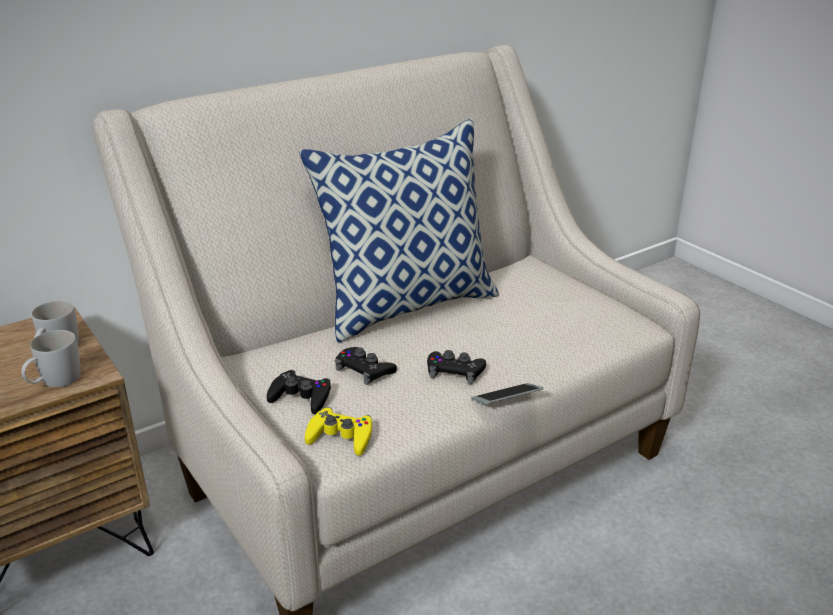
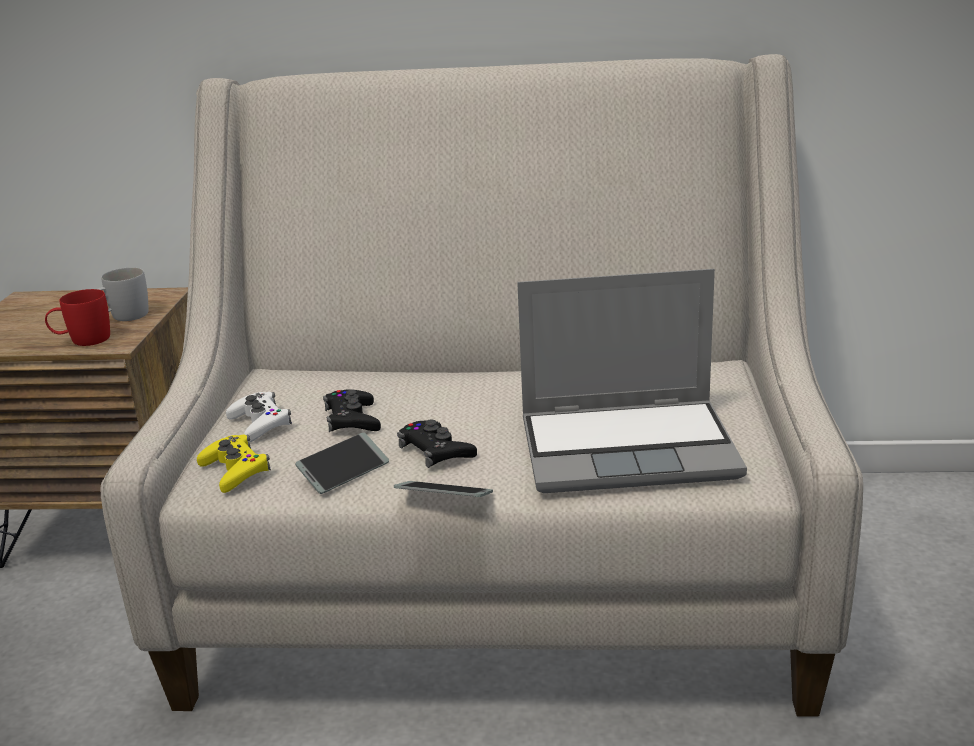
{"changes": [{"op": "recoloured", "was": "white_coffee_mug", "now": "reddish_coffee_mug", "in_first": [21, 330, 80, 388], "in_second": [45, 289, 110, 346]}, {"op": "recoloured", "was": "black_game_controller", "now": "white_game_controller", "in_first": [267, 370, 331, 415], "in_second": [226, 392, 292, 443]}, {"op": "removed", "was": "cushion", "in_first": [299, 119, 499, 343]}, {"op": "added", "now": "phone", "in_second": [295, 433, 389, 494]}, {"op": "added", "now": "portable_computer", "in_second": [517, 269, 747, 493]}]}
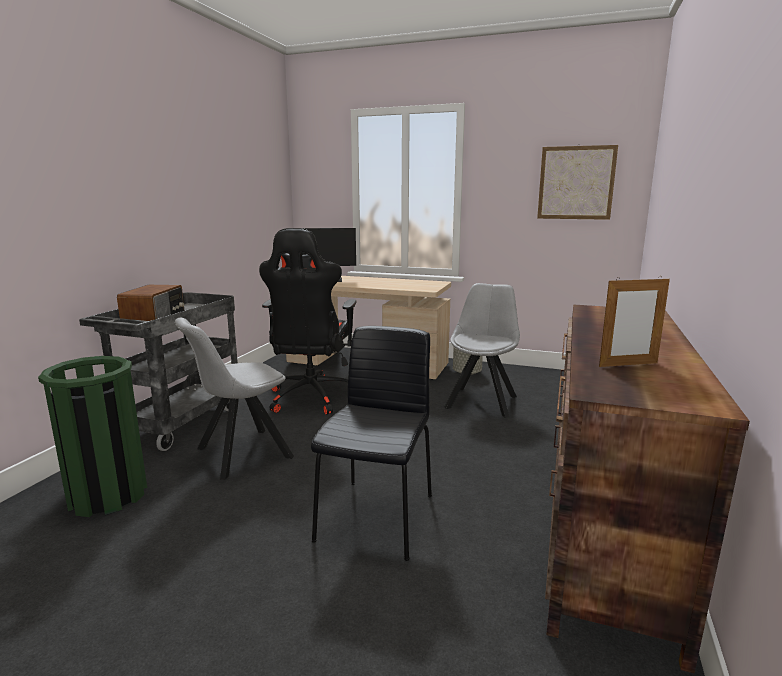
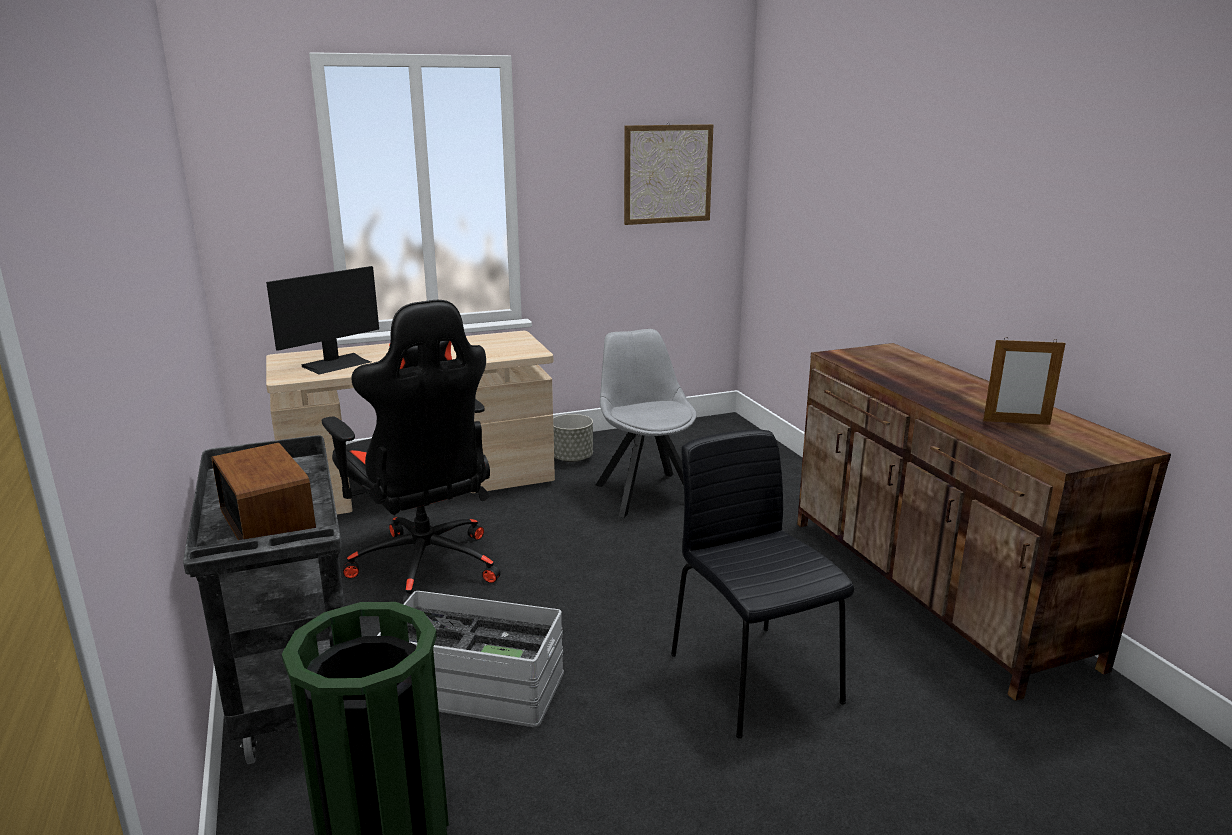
{"changes": [{"op": "replaced", "was": "gray_chair", "now": "gray_storage_container", "in_first": [175, 318, 294, 480], "in_second": [377, 591, 564, 727]}, {"op": "turned", "was": "photo_frame", "in_first": [599, 276, 670, 367], "in_second": [983, 337, 1066, 425], "clockwise": 60}]}
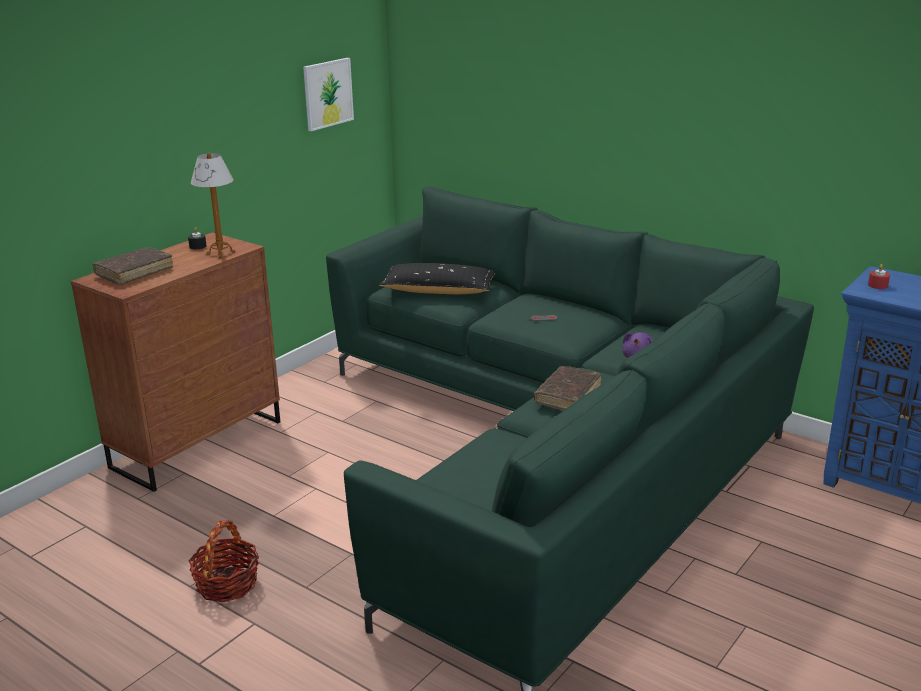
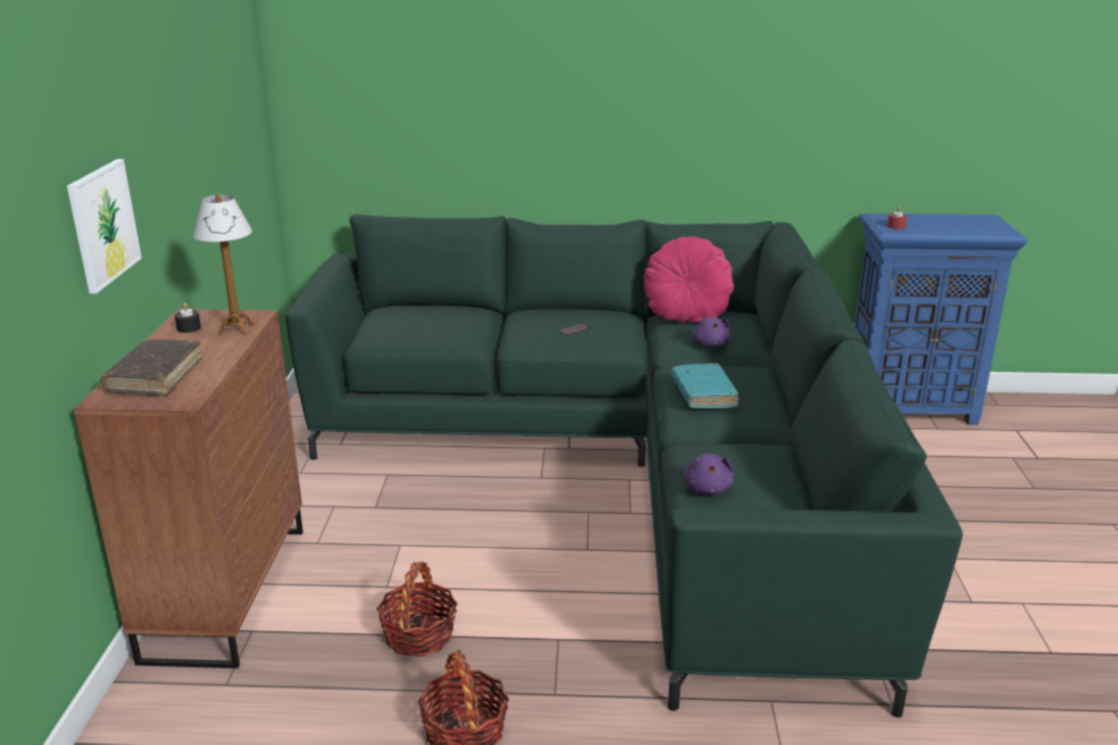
{"changes": [{"op": "moved", "was": "wall_art", "in_first": [303, 58, 354, 131], "in_second": [67, 159, 142, 294]}, {"op": "removed", "was": "black_cushion", "in_first": [379, 263, 496, 294]}, {"op": "recoloured", "was": "brown_book", "now": "blue-green_book", "in_first": [534, 366, 602, 411], "in_second": [671, 363, 739, 408]}, {"op": "added", "now": "storage_basket", "in_second": [377, 562, 458, 657]}, {"op": "added", "now": "pink-coloured_cushion", "in_second": [644, 236, 734, 323]}, {"op": "added", "now": "purplish_soft_toy", "in_second": [683, 453, 734, 495]}]}
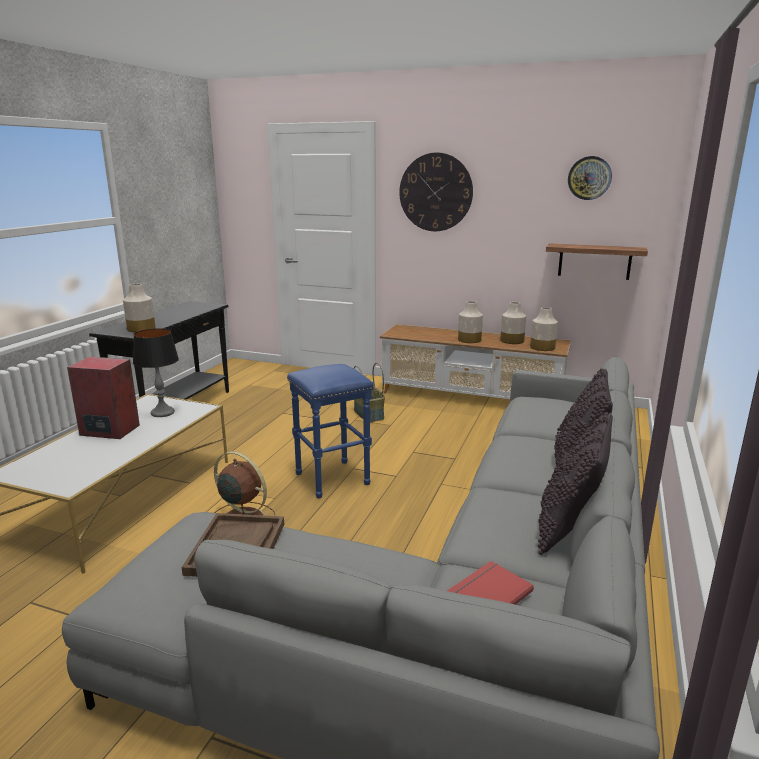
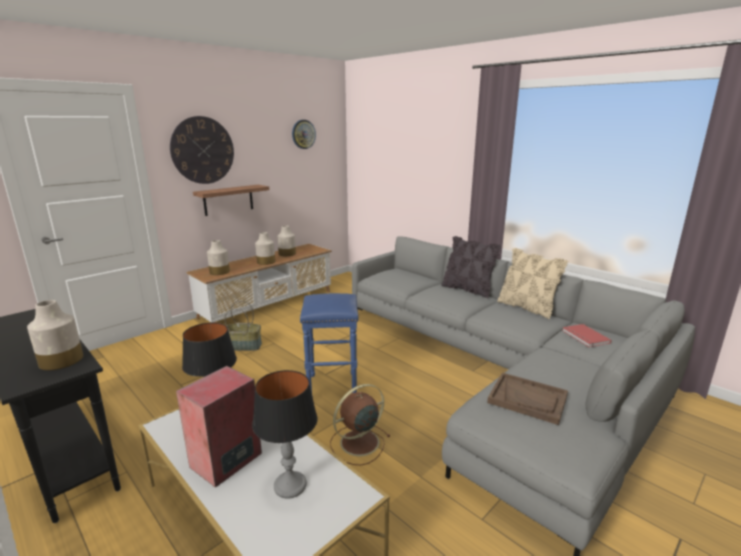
{"changes": [{"op": "moved", "was": "beige-coloured_decorative_vase", "in_first": [530, 307, 558, 351], "in_second": [207, 240, 230, 275]}, {"op": "recoloured", "was": "black_cushion", "now": "beige-coloured_cushion", "in_first": [537, 412, 613, 555], "in_second": [497, 248, 568, 319]}, {"op": "moved", "was": "shelf", "in_first": [546, 243, 648, 280], "in_second": [193, 185, 269, 216]}, {"op": "added", "now": "tabletop_lamp", "in_second": [252, 370, 318, 499]}]}
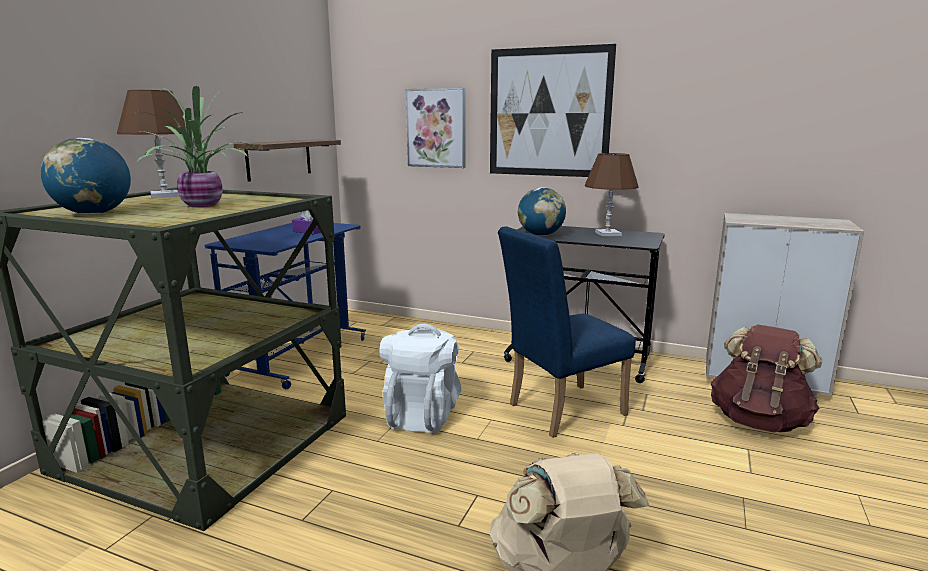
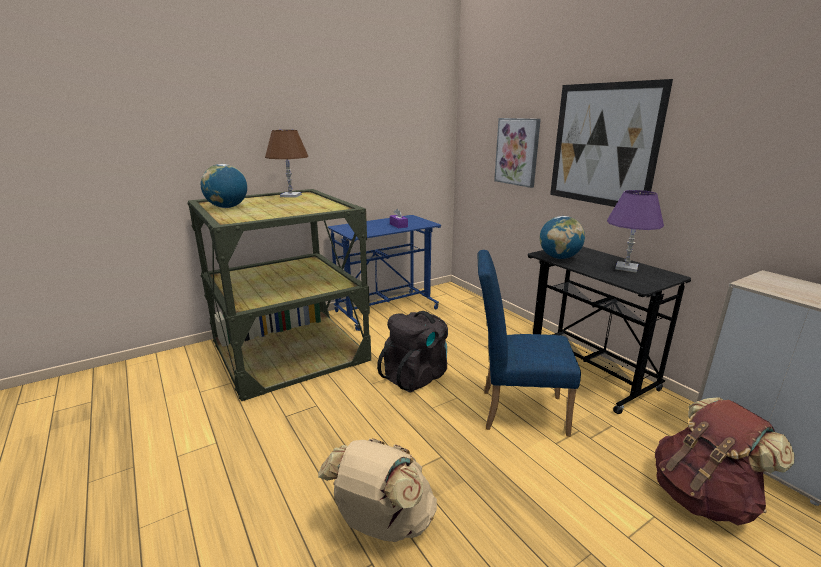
{"changes": [{"op": "removed", "was": "houseplant", "in_first": [137, 86, 255, 207]}, {"op": "removed", "was": "shelf", "in_first": [234, 139, 341, 182]}, {"op": "recoloured", "was": "white_knapsack", "now": "black_knapsack", "in_first": [380, 324, 461, 433], "in_second": [377, 311, 448, 393]}, {"op": "recoloured", "was": "brown_tabletop_lamp", "now": "purplish_tabletop_lamp", "in_first": [585, 153, 639, 236], "in_second": [607, 190, 664, 273]}]}
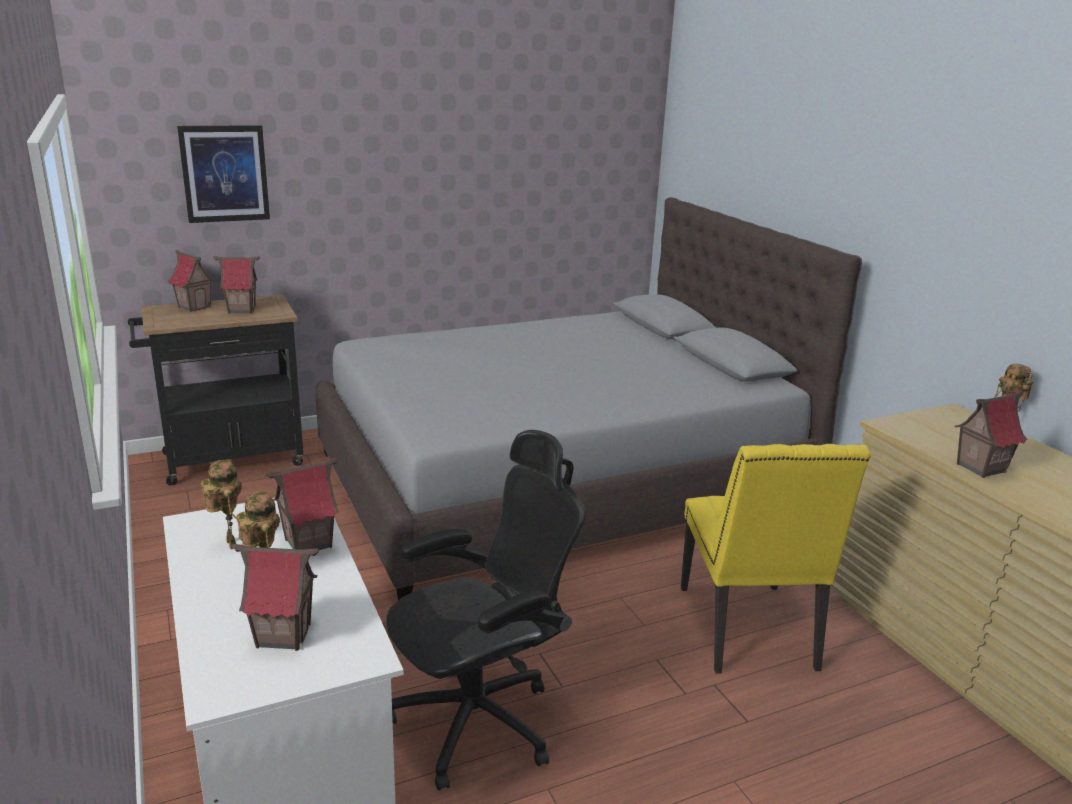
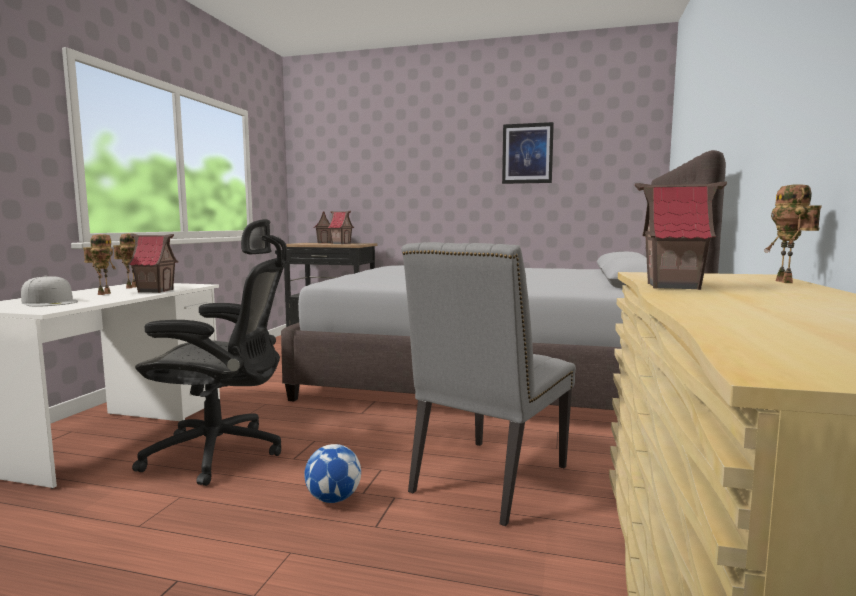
{"changes": [{"op": "moved", "was": "wall_art", "in_first": [177, 125, 270, 223], "in_second": [502, 122, 554, 184]}, {"op": "replaced", "was": "miniature_house", "now": "white_baseball_cap", "in_first": [232, 544, 319, 651], "in_second": [21, 276, 78, 307]}, {"op": "recoloured", "was": "yellow-coloured_chair", "now": "gray_chair", "in_first": [681, 444, 871, 674], "in_second": [401, 242, 576, 526]}, {"op": "added", "now": "football_ball", "in_second": [304, 444, 361, 503]}]}
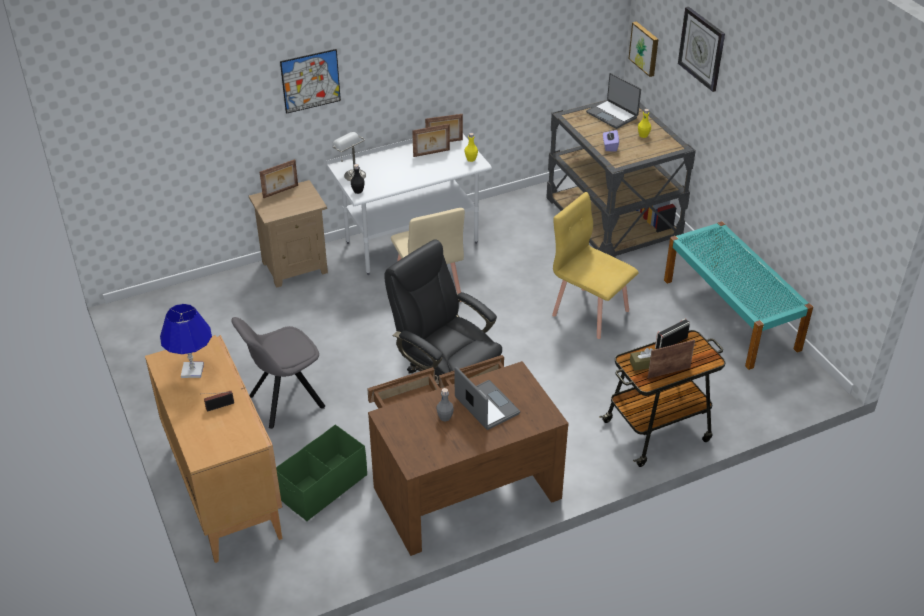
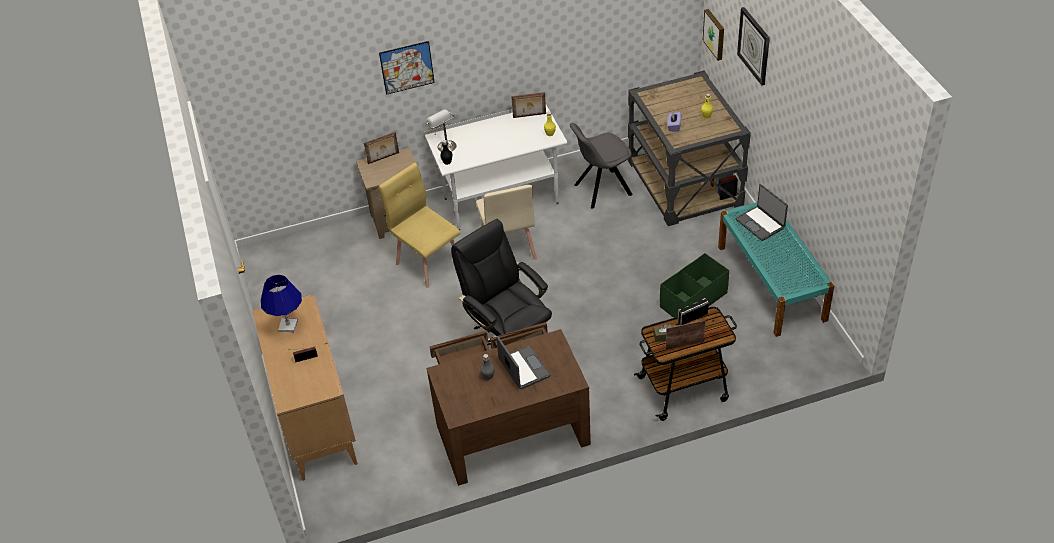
{"changes": [{"op": "moved", "was": "gray_chair", "in_first": [231, 317, 325, 429], "in_second": [570, 123, 632, 209]}, {"op": "moved", "was": "greenish_storage_container", "in_first": [276, 425, 367, 521], "in_second": [660, 253, 729, 318]}, {"op": "removed", "was": "photo_frame", "in_first": [412, 124, 450, 157]}, {"op": "moved", "was": "yellow-coloured_chair", "in_first": [552, 192, 638, 339], "in_second": [379, 163, 461, 288]}, {"op": "moved", "was": "portable_computer", "in_first": [586, 73, 641, 129], "in_second": [735, 184, 788, 241]}]}
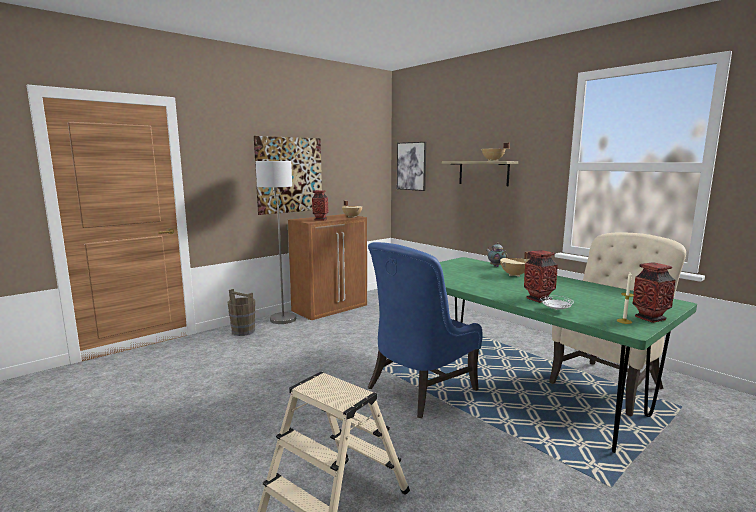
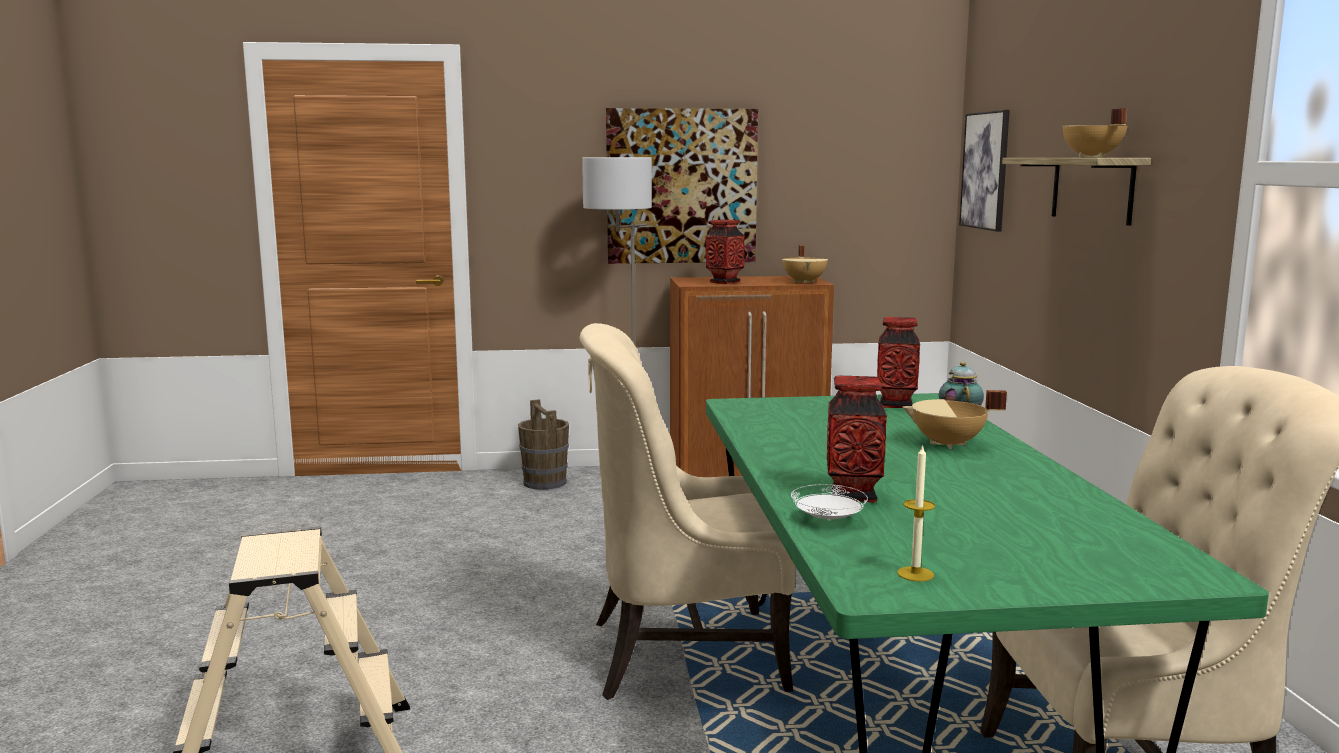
{"changes": [{"op": "recoloured", "was": "blue_chair", "now": "beige-coloured_chair", "in_first": [368, 242, 483, 418], "in_second": [580, 323, 796, 700]}, {"op": "moved", "was": "decorative_vase", "in_first": [633, 262, 676, 323], "in_second": [877, 317, 920, 408]}]}
